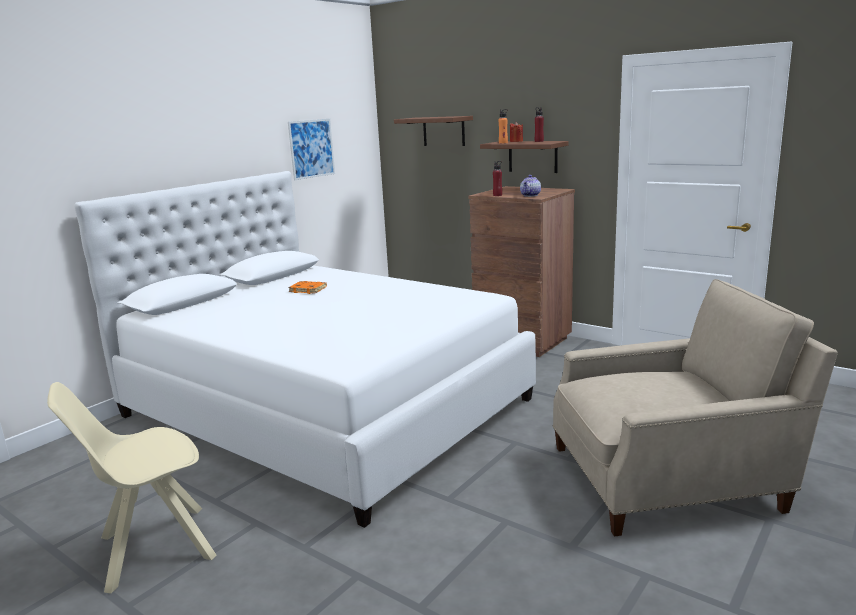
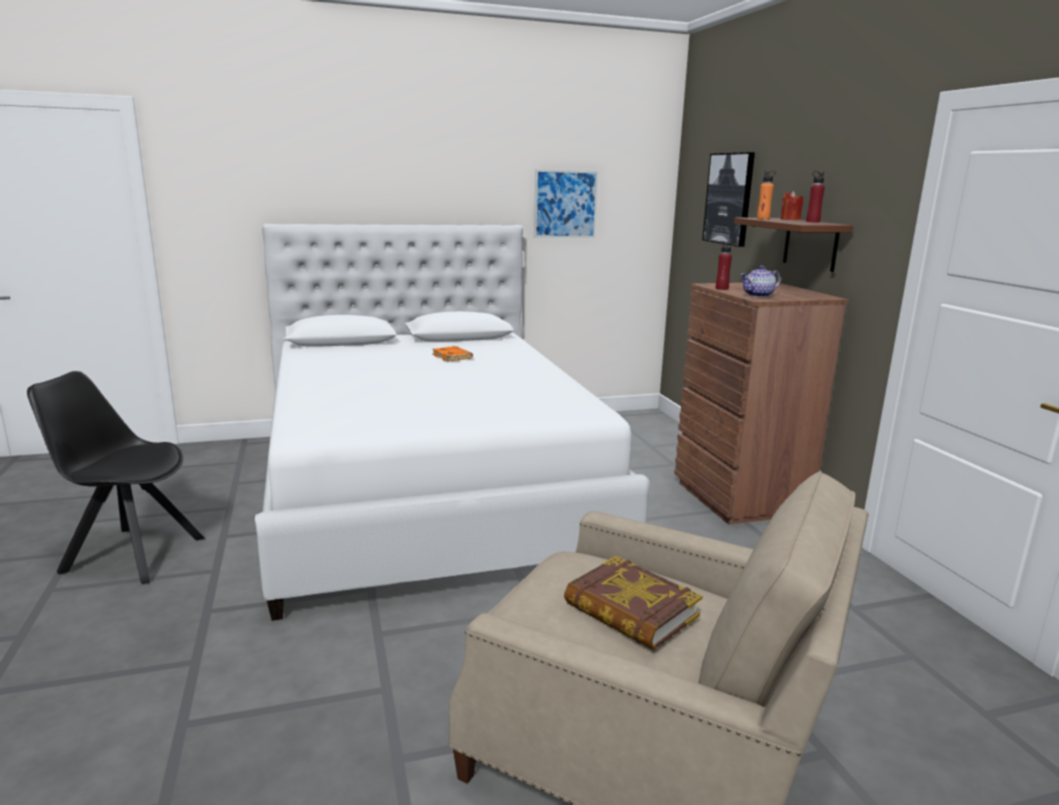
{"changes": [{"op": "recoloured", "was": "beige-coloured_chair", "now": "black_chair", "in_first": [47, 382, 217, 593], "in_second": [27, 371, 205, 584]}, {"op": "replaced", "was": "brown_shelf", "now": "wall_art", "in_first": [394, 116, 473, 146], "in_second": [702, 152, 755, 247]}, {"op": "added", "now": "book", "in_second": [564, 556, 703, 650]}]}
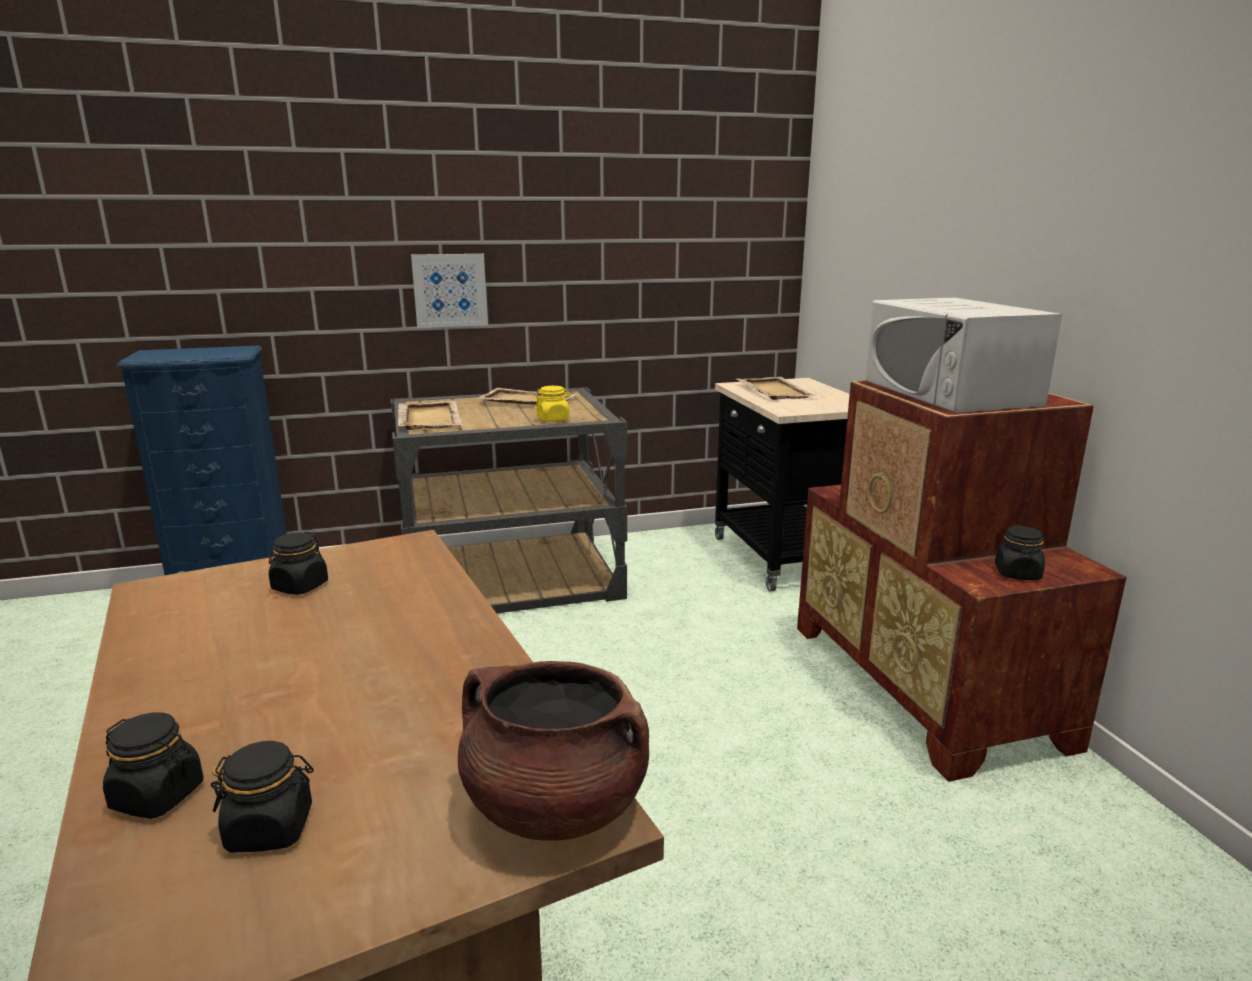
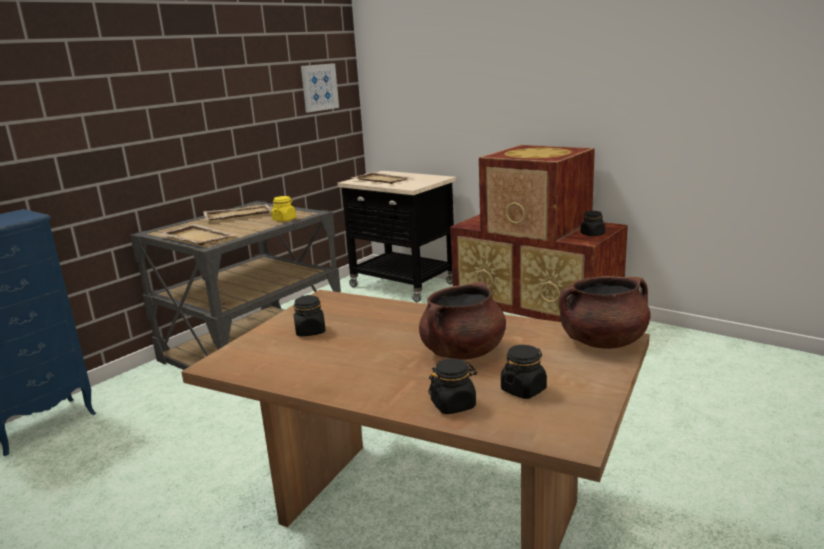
{"changes": [{"op": "moved", "was": "wall_art", "in_first": [411, 254, 488, 328], "in_second": [301, 63, 339, 112]}, {"op": "removed", "was": "white_microwave_oven", "in_first": [865, 298, 1062, 413]}, {"op": "added", "now": "brown_saucepot", "in_second": [419, 281, 506, 360]}]}
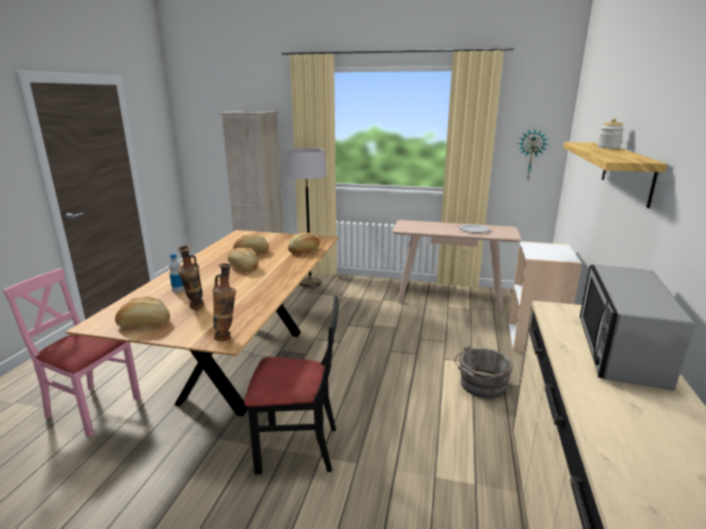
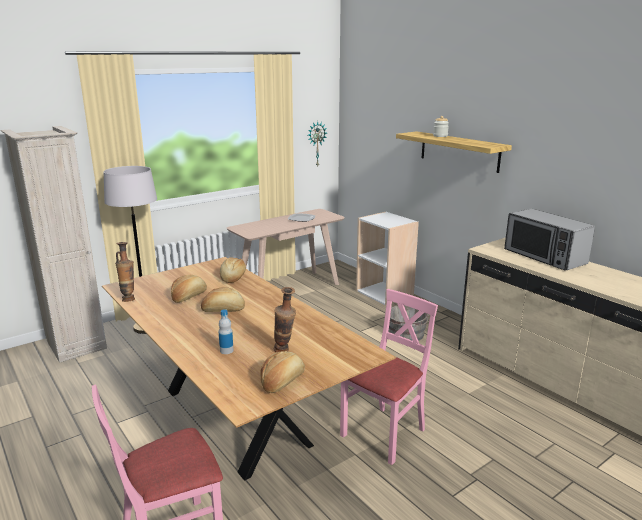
{"changes": [{"op": "moved", "was": "decorative_vase", "in_first": [212, 263, 236, 341], "in_second": [115, 242, 135, 302]}, {"op": "recoloured", "was": "black_chair", "now": "pink-coloured_chair", "in_first": [244, 296, 339, 474], "in_second": [340, 289, 438, 465]}]}
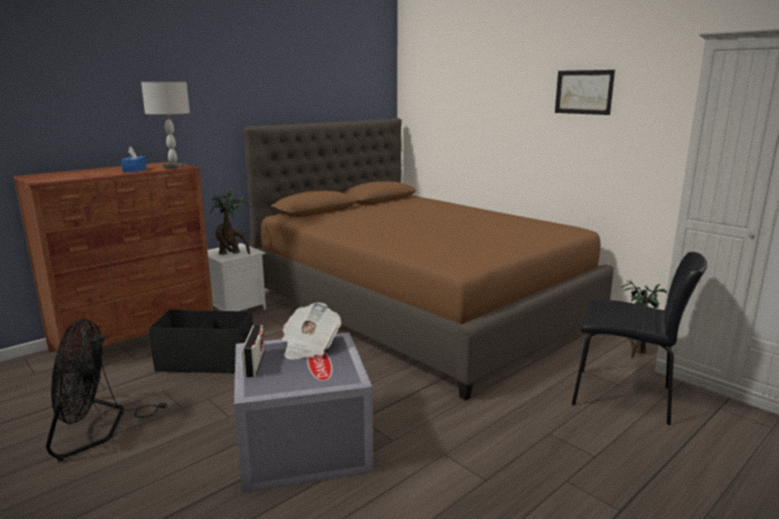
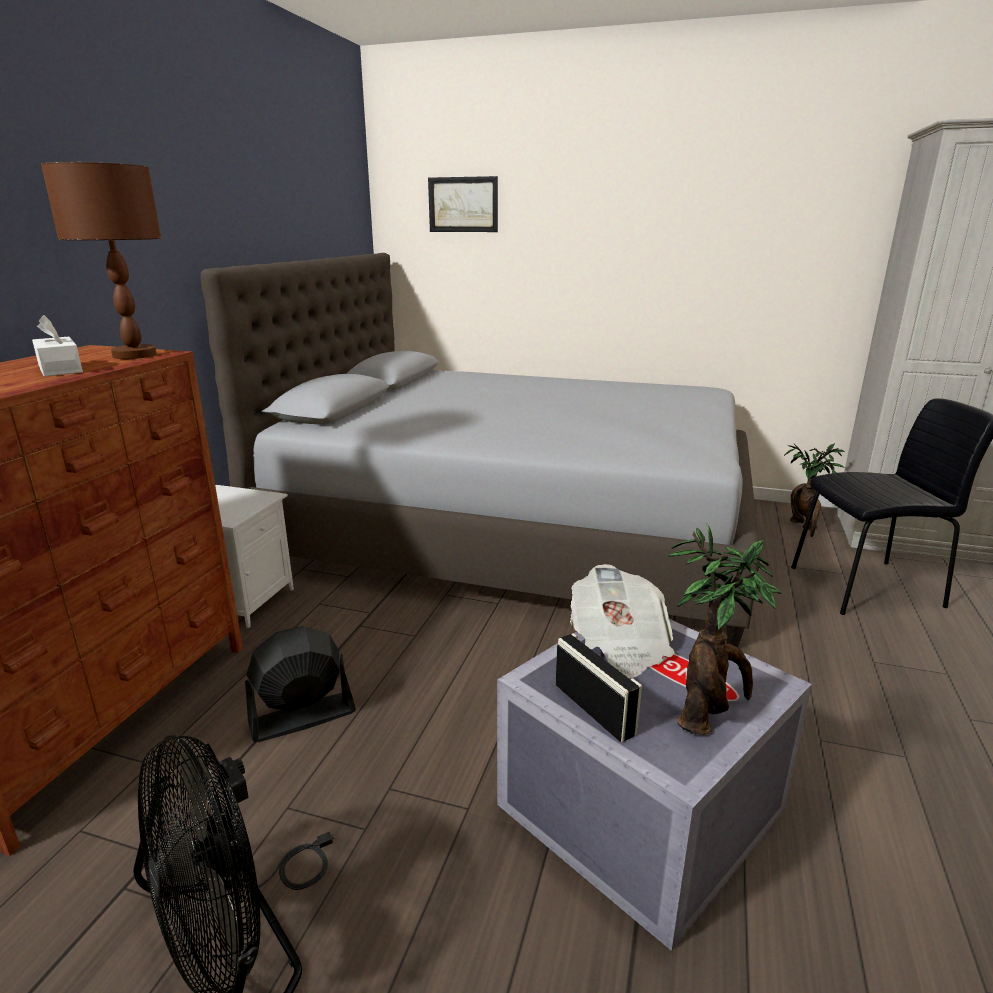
{"changes": [{"op": "recoloured", "was": "blue_tissue_holder", "now": "white_tissue_holder", "in_first": [121, 146, 147, 172], "in_second": [32, 315, 83, 377]}, {"op": "recoloured", "was": "gray_tabletop_lamp", "now": "brown_tabletop_lamp", "in_first": [141, 82, 190, 169], "in_second": [41, 162, 161, 359]}, {"op": "replaced", "was": "black_storage_container", "now": "black_electric_fan", "in_first": [149, 310, 253, 373], "in_second": [245, 626, 356, 742]}, {"op": "moved", "was": "houseplant", "in_first": [210, 188, 254, 255], "in_second": [667, 523, 782, 735]}, {"op": "recoloured", "was": "brown_sleeping_bed", "now": "gray_sleeping_bed", "in_first": [243, 118, 614, 400], "in_second": [200, 253, 760, 647]}, {"op": "moved", "was": "wall_art", "in_first": [555, 70, 615, 115], "in_second": [428, 176, 498, 232]}]}
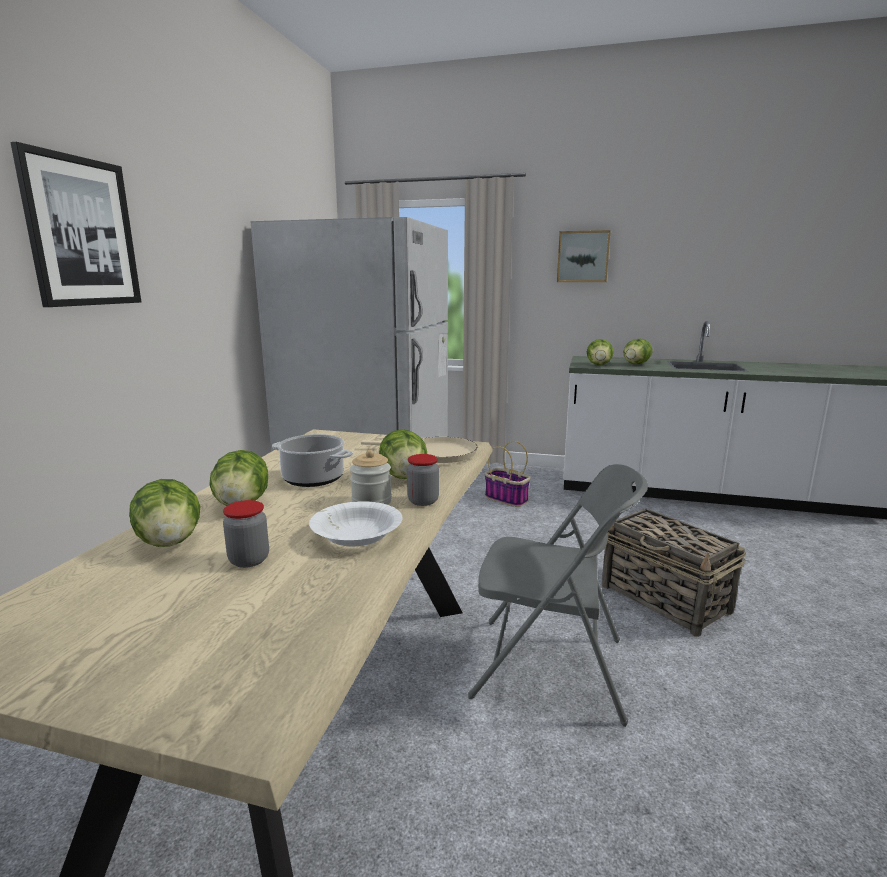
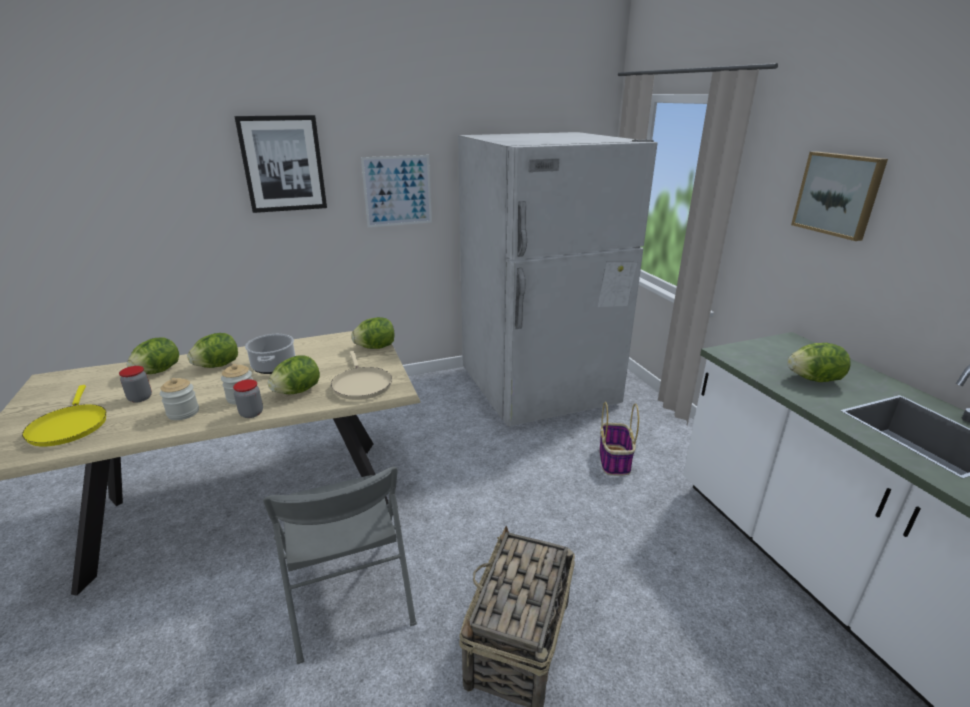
{"changes": [{"op": "replaced", "was": "white_serving_bowl", "now": "storage_jar", "in_first": [309, 501, 403, 546], "in_second": [160, 378, 199, 420]}, {"op": "moved", "was": "head_of_lettuce", "in_first": [587, 339, 614, 365], "in_second": [351, 317, 395, 349]}, {"op": "added", "now": "yellow-coloured_skillet", "in_second": [22, 385, 106, 446]}, {"op": "added", "now": "wall_art", "in_second": [361, 155, 432, 227]}]}
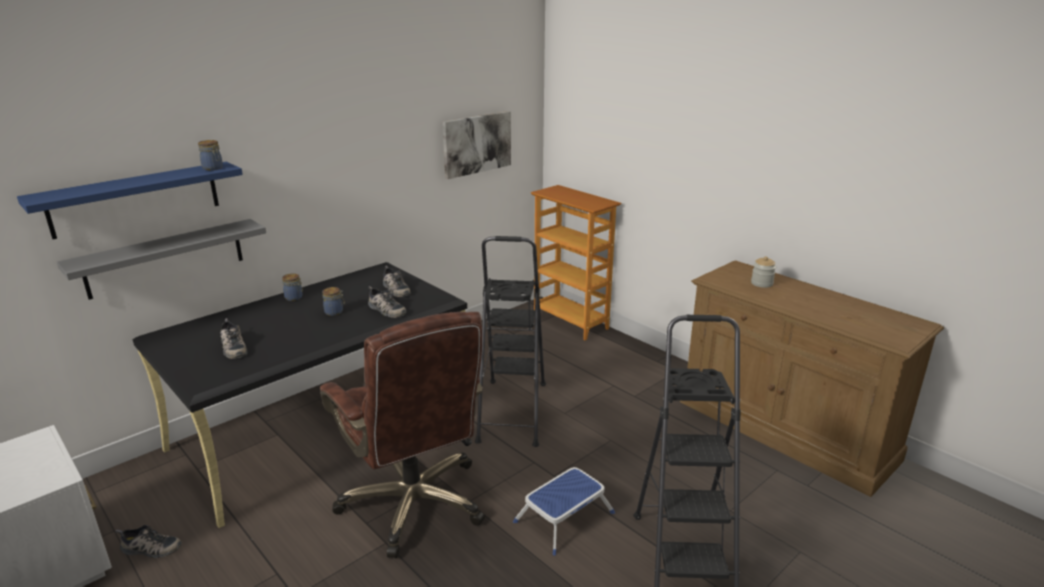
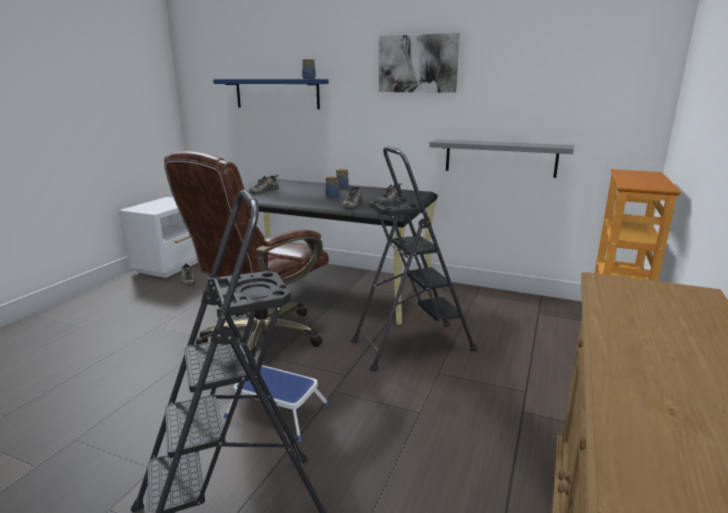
{"changes": [{"op": "moved", "was": "gray_shelf", "in_first": [57, 219, 266, 300], "in_second": [429, 139, 574, 178]}, {"op": "moved", "was": "wall_art", "in_first": [442, 111, 511, 179], "in_second": [379, 33, 460, 93]}, {"op": "removed", "was": "storage_jar", "in_first": [751, 256, 776, 288]}]}
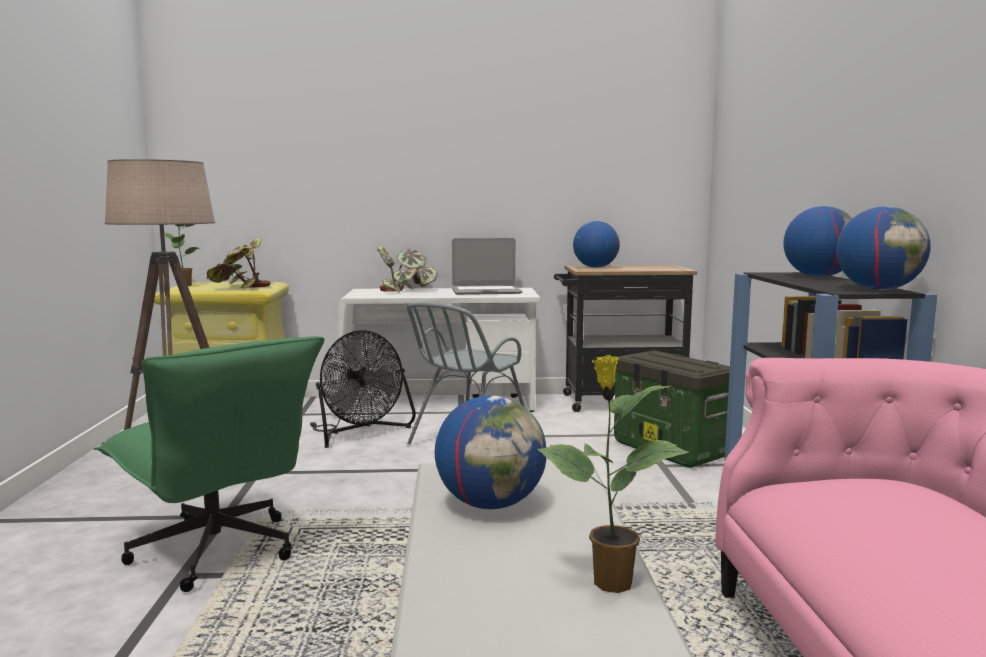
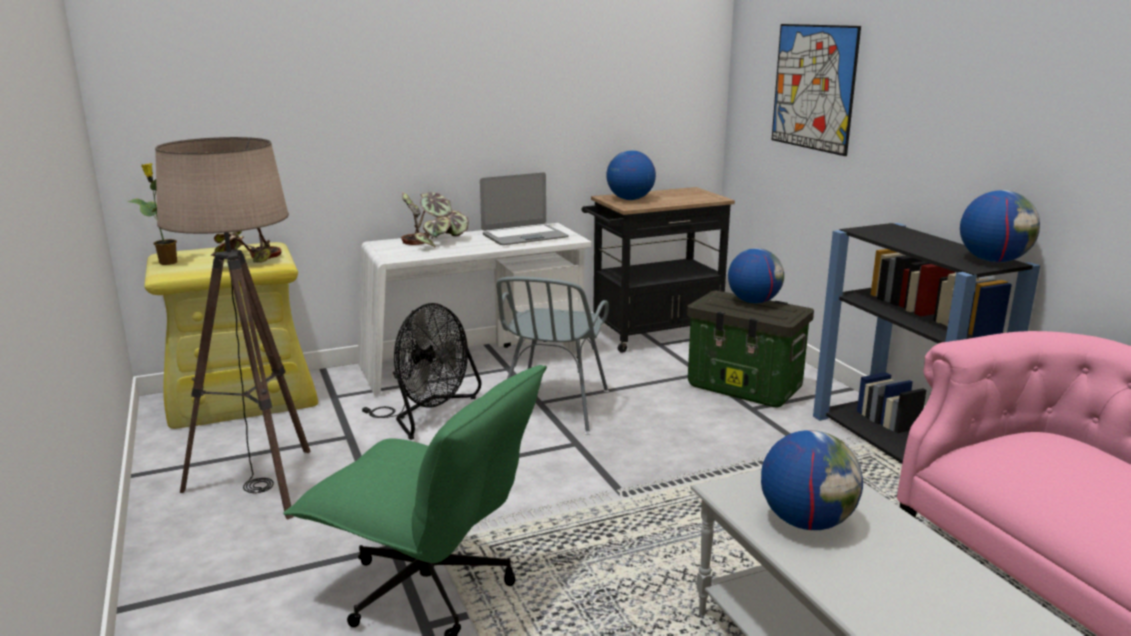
{"changes": [{"op": "removed", "was": "houseplant", "in_first": [537, 355, 689, 593]}, {"op": "moved", "was": "globe", "in_first": [783, 206, 852, 277], "in_second": [728, 248, 784, 303]}, {"op": "added", "now": "wall_art", "in_second": [772, 24, 861, 156]}]}
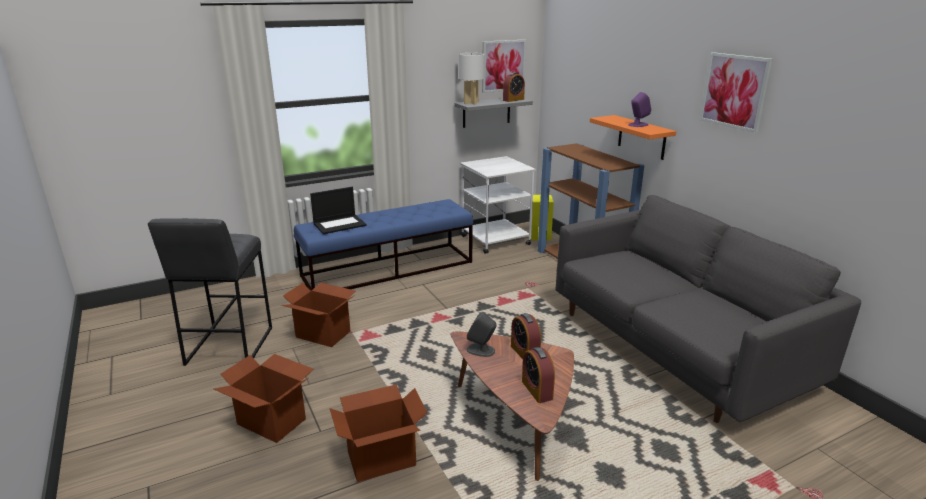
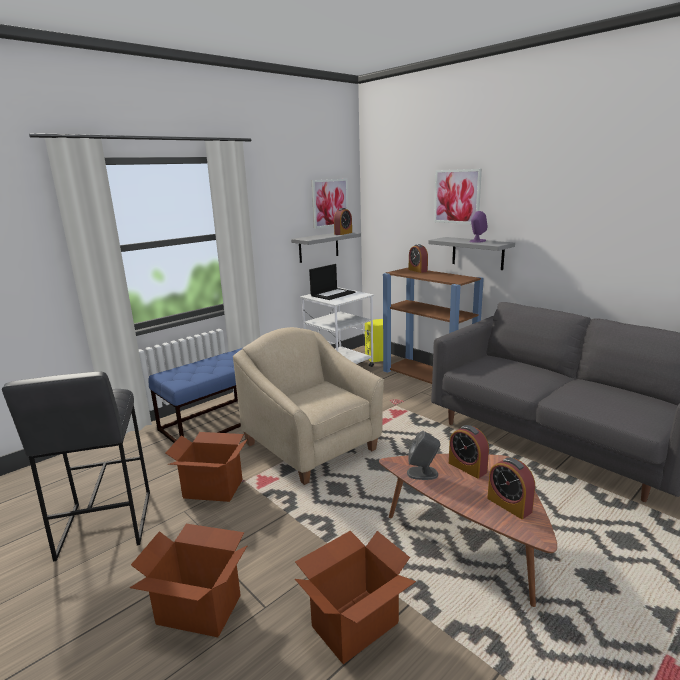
{"changes": [{"op": "moved", "was": "portable_computer", "in_first": [310, 187, 367, 234], "in_second": [309, 264, 355, 300]}, {"op": "removed", "was": "white_tabletop_lamp", "in_first": [459, 53, 485, 105]}, {"op": "recoloured", "was": "orange-coloured_shelf", "now": "gray_shelf", "in_first": [590, 115, 676, 160], "in_second": [428, 237, 515, 270]}, {"op": "moved", "was": "wall_art", "in_first": [700, 52, 773, 133], "in_second": [434, 169, 482, 224]}, {"op": "added", "now": "beige-coloured_armchair", "in_second": [233, 327, 384, 485]}, {"op": "added", "now": "bedside_clock", "in_second": [409, 244, 428, 273]}]}
